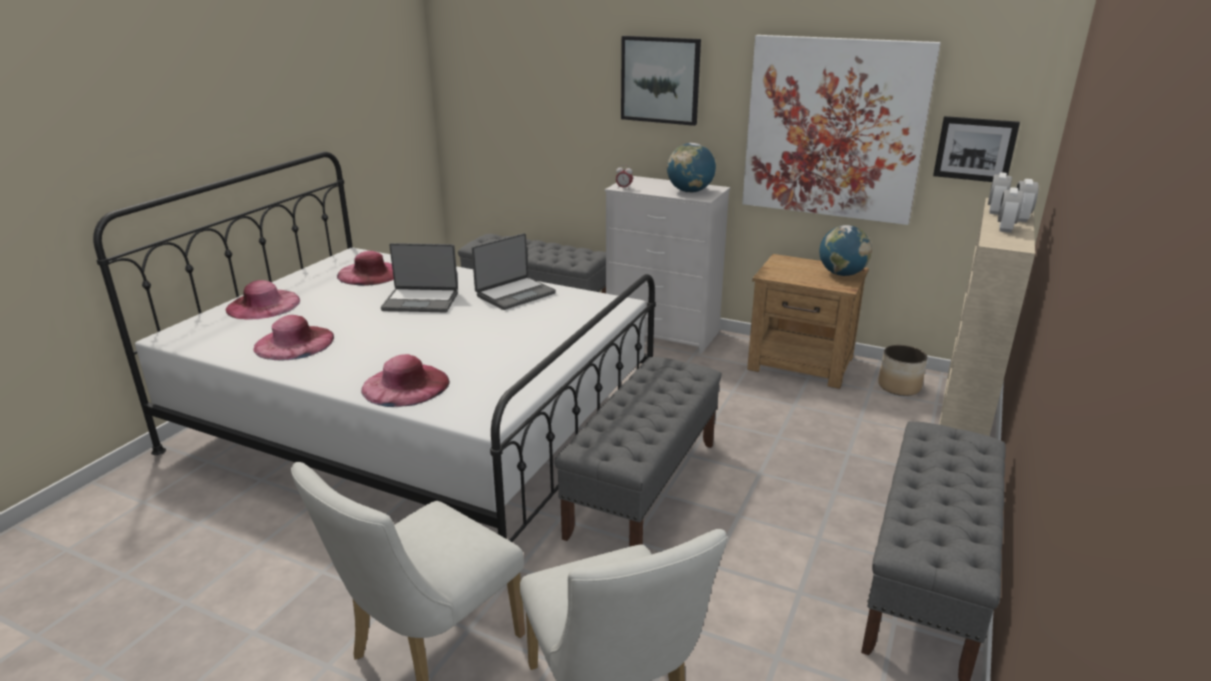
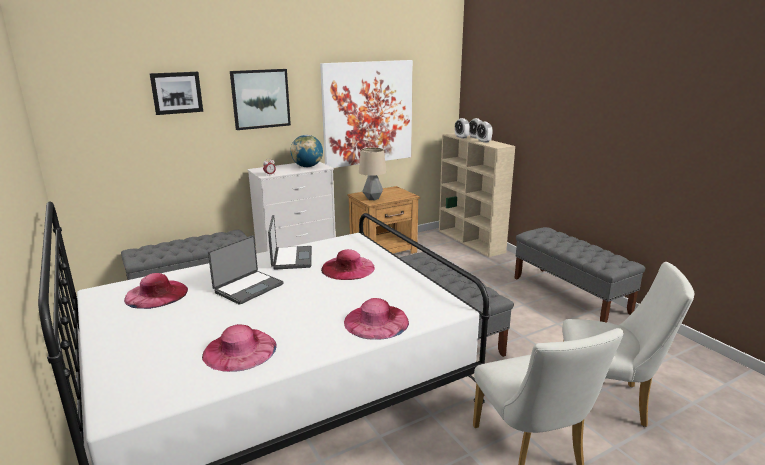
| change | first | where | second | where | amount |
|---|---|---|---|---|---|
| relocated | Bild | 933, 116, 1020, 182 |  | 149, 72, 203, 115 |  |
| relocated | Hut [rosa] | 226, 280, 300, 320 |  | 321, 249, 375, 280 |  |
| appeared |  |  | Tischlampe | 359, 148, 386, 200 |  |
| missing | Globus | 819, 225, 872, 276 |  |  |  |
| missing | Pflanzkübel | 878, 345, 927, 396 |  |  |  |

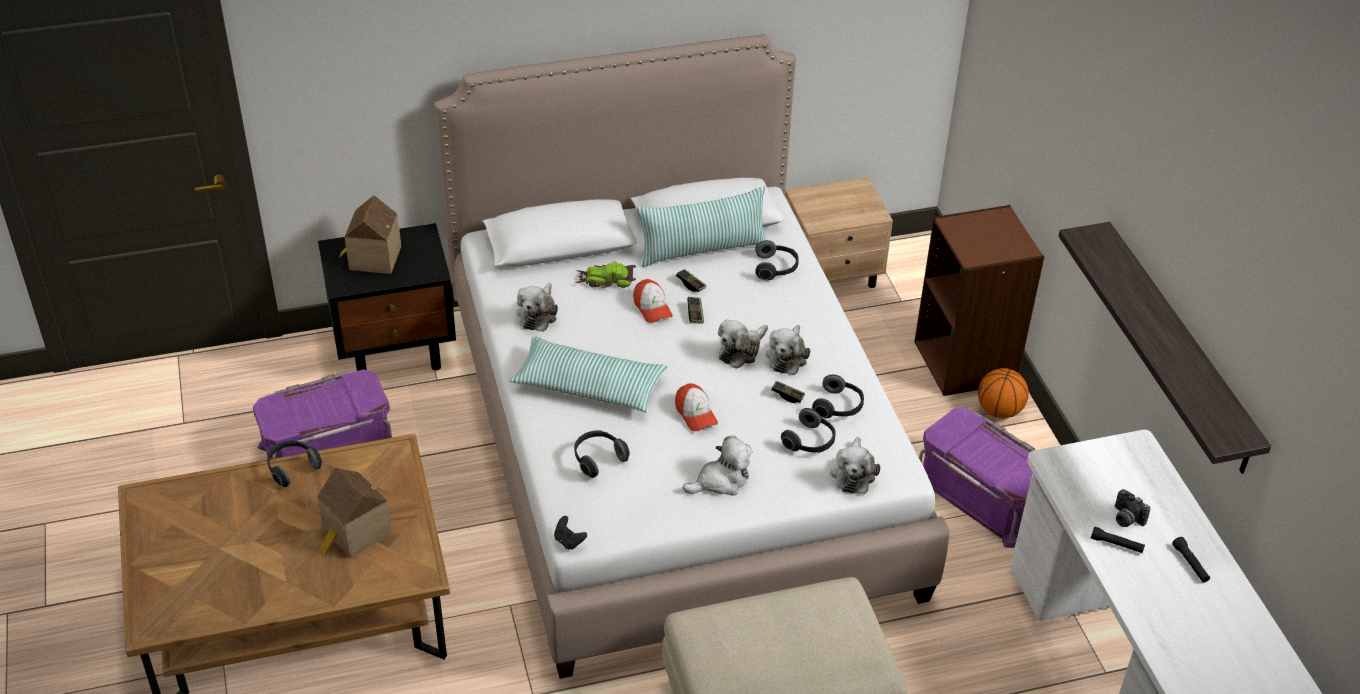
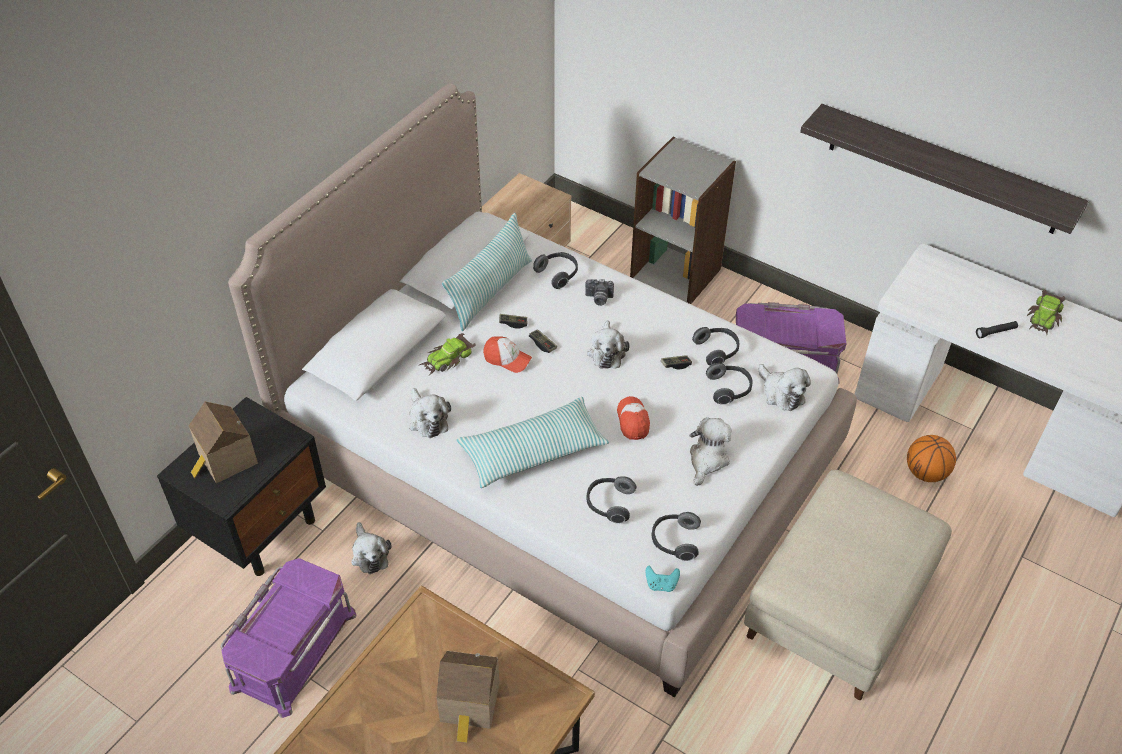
| change | first | where | second | where | amount |
|---|---|---|---|---|---|
| relocated | Plüschtier | 765, 325, 810, 375 |  | 351, 522, 392, 574 |  |
| relocated | Kamera | 1115, 489, 1150, 527 |  | 585, 279, 614, 306 |  |
| spun | Kappe | 675, 383, 718, 431 |  | 617, 396, 650, 440 | 120 degrees counterclockwise |
| colour | Bücherregal [braun] | 914, 205, 1044, 396 | Bücherregal [grau] | 630, 136, 736, 304 |  |
| colour | Gamepad [schwarz] | 554, 516, 587, 550 | Gamepad [türkis] | 646, 566, 680, 592 |  |
| relocated | Kopfhörer | 267, 440, 322, 487 |  | 652, 512, 701, 561 |  |
| relocated | Basketball | 978, 368, 1029, 418 |  | 907, 435, 956, 482 |  |
| exchanged | Taschenlampe [schwarz] | 1172, 537, 1210, 583 | Spielzeugauto | 1027, 290, 1066, 335 |  |

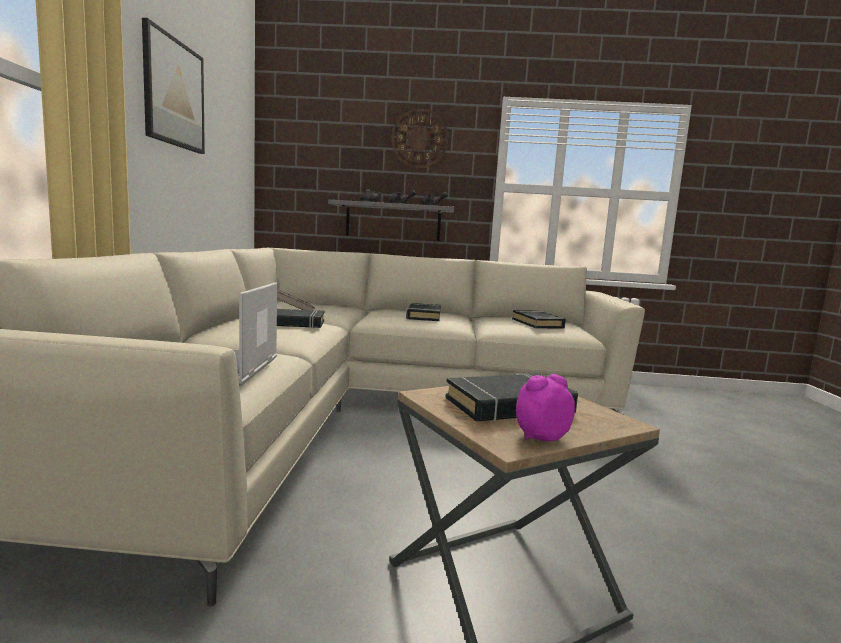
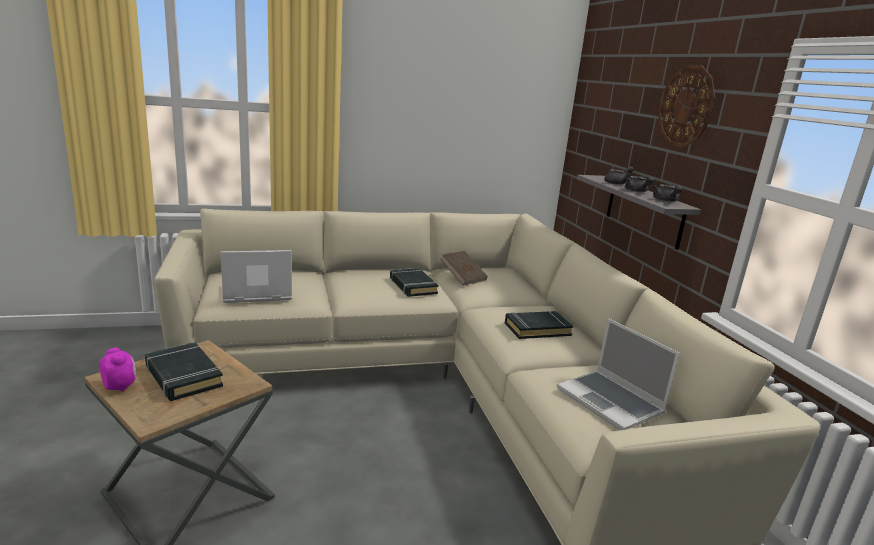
| change | first | where | second | where | amount |
|---|---|---|---|---|---|
| exchanged | Buch [schwarz] | 512, 310, 566, 329 | Laptop | 557, 318, 680, 430 |  |
| missing | Bild | 142, 18, 205, 154 |  |  |  |

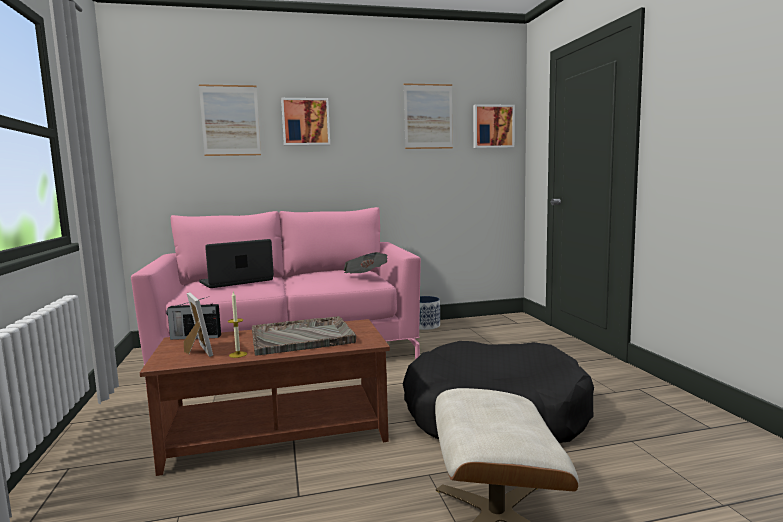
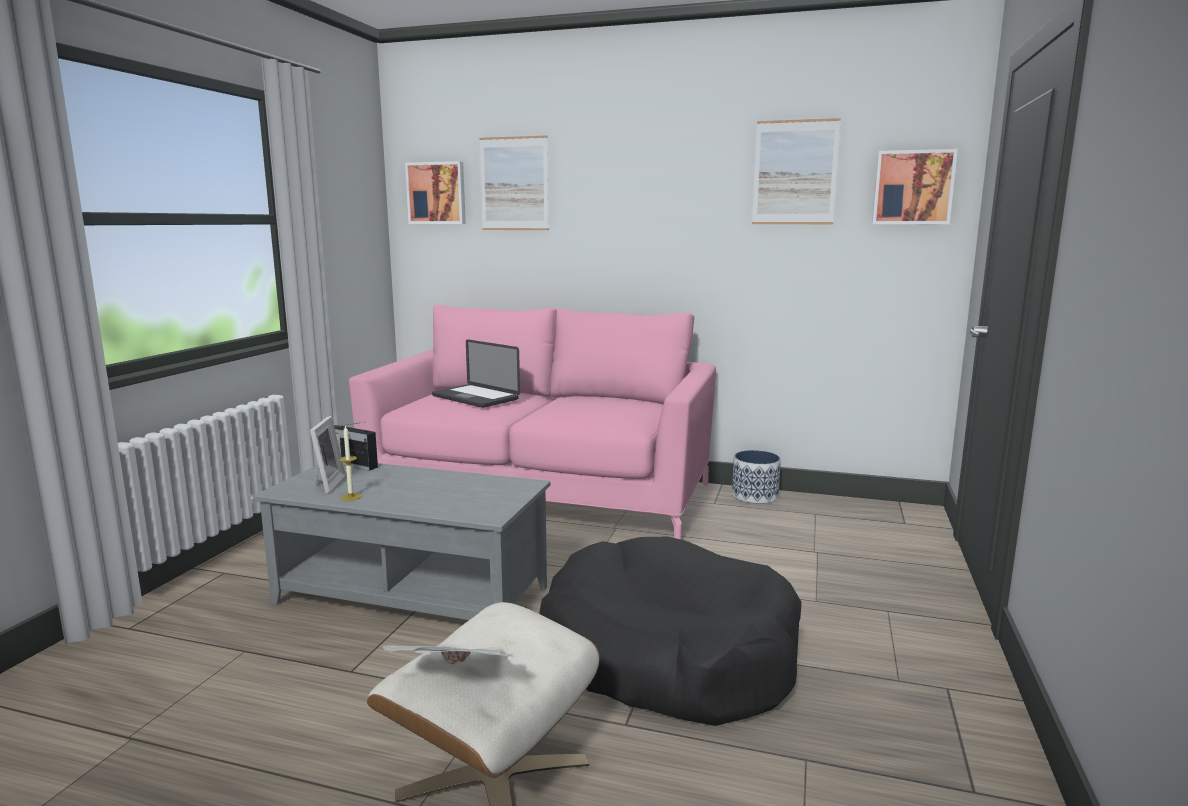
| change | first | where | second | where | amount |
|---|---|---|---|---|---|
| colour | Couchtisch [braun] | 140, 319, 390, 476 | Couchtisch [grau] | 253, 463, 550, 620 |  |
| relocated | Zeitung | 344, 252, 387, 273 |  | 382, 645, 514, 664 |  |
| relocated | Bild | 281, 98, 330, 146 |  | 405, 161, 466, 224 |  |
| spun | Laptop | 199, 239, 274, 288 |  | 432, 339, 520, 408 | 135 degrees counterclockwise |
| missing | Tablett [grau] | 252, 316, 356, 356 |  |  |  |

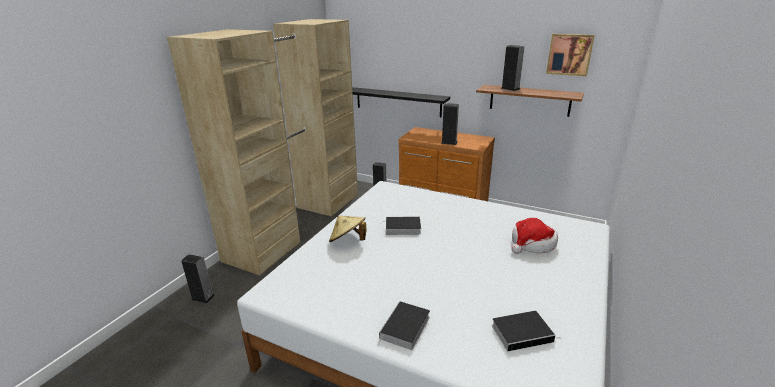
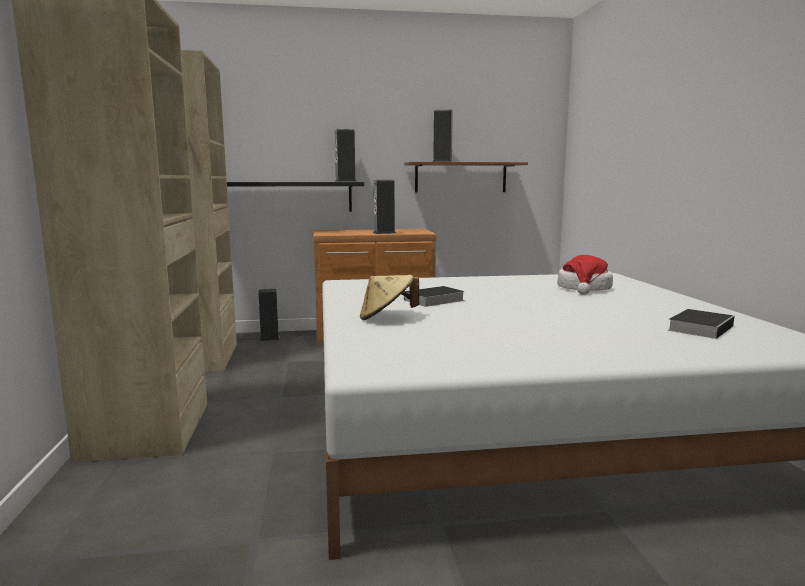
| change | first | where | second | where | amount |
|---|---|---|---|---|---|
| relocated | Lautsprecher | 181, 254, 215, 303 |  | 335, 129, 357, 182 |  |
| missing | Buch | 377, 301, 430, 350 |  |  |  |
| missing | Bild | 546, 34, 595, 76 |  |  |  |

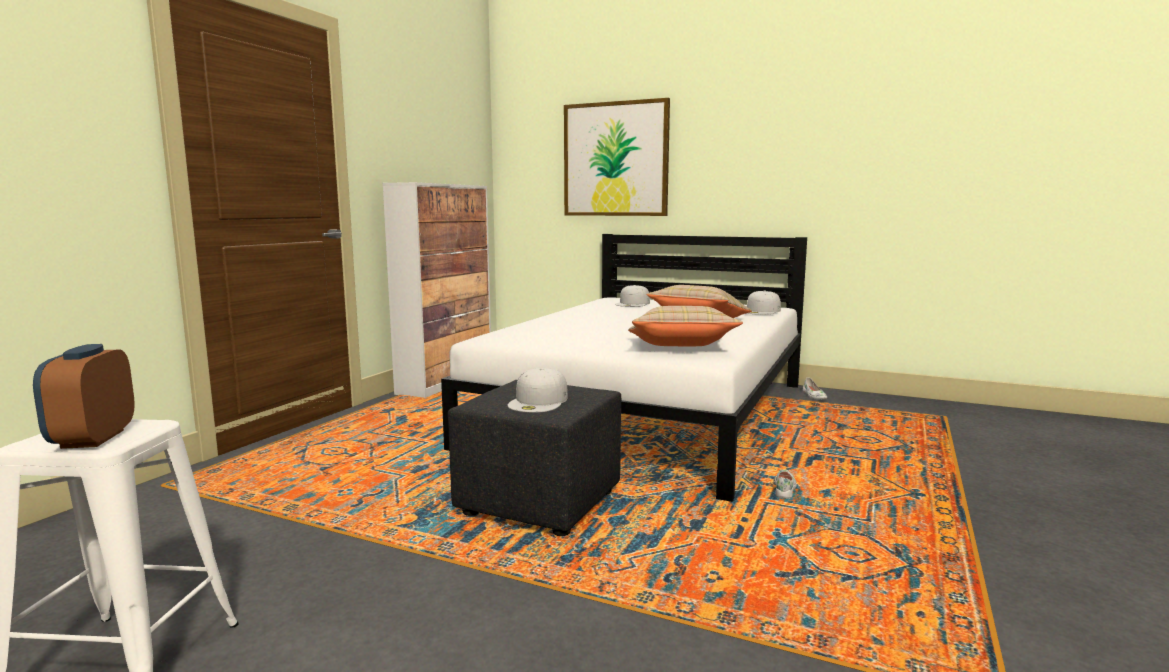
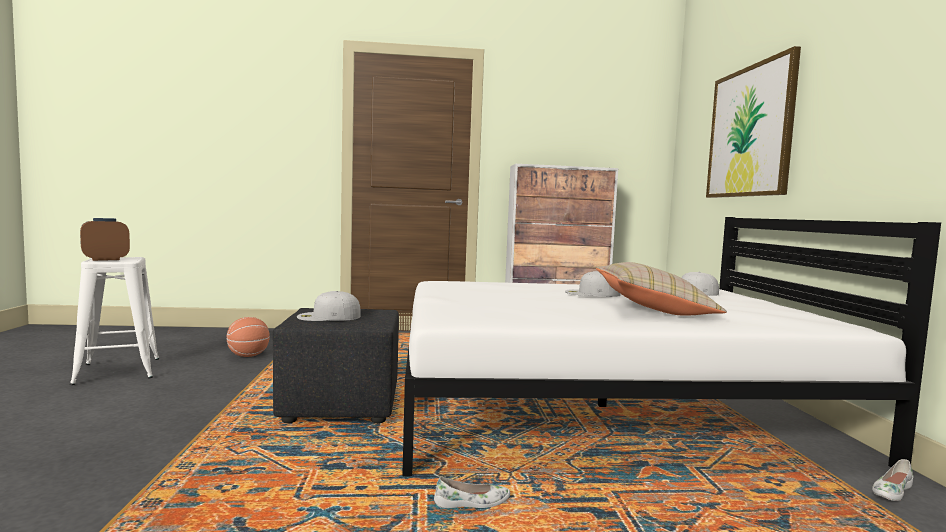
| change | first | where | second | where | amount |
|---|---|---|---|---|---|
| appeared |  |  | Basketball | 227, 317, 270, 357 |  |
| relocated | Kappe [weiß] | 747, 290, 781, 315 |  | 565, 271, 621, 297 |  |
| missing | Kissen [beige] | 628, 306, 743, 346 |  |  |  |

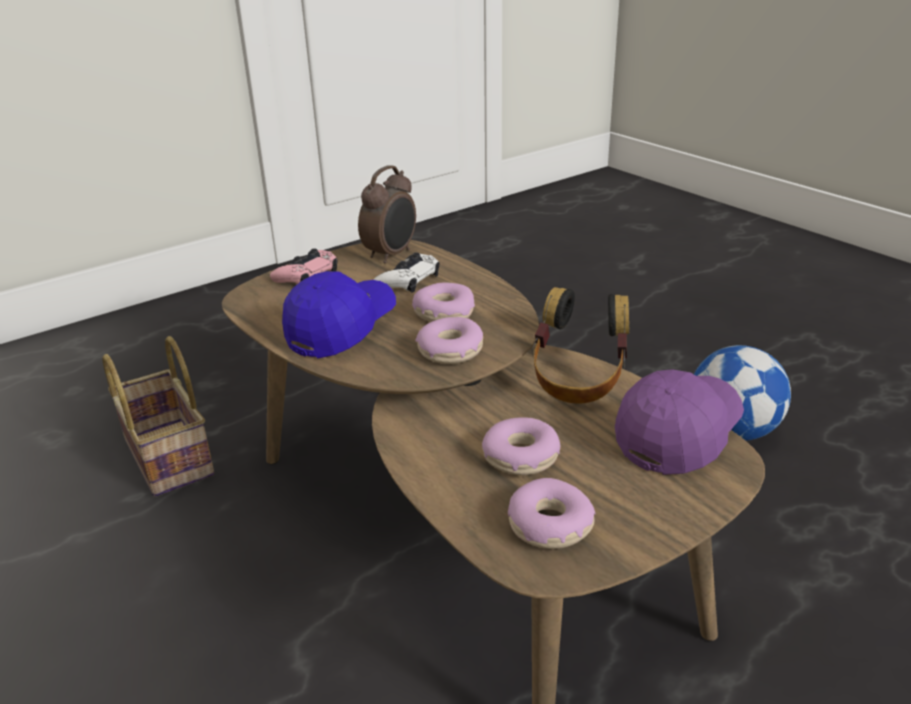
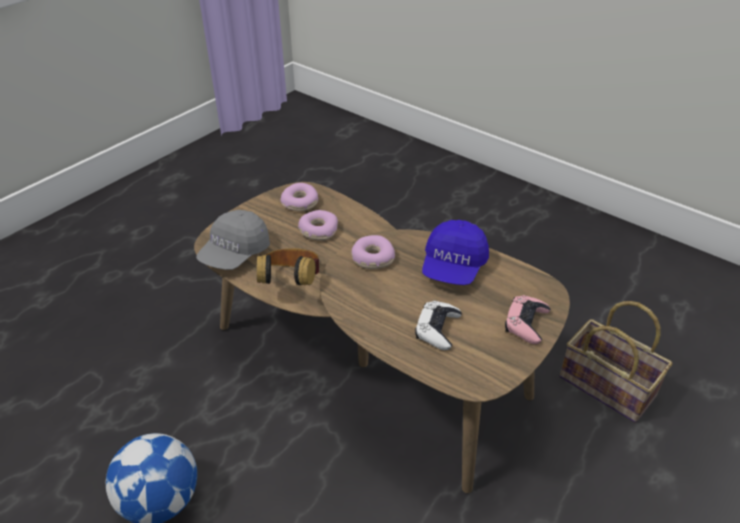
| change | first | where | second | where | amount |
|---|---|---|---|---|---|
| colour | Kappe [lila] | 615, 369, 744, 475 | Kappe [grau] | 196, 210, 270, 270 |  |
| missing | Wecker | 358, 165, 416, 264 |  |  |  |
| missing | Donut | 412, 282, 475, 322 |  |  |  |

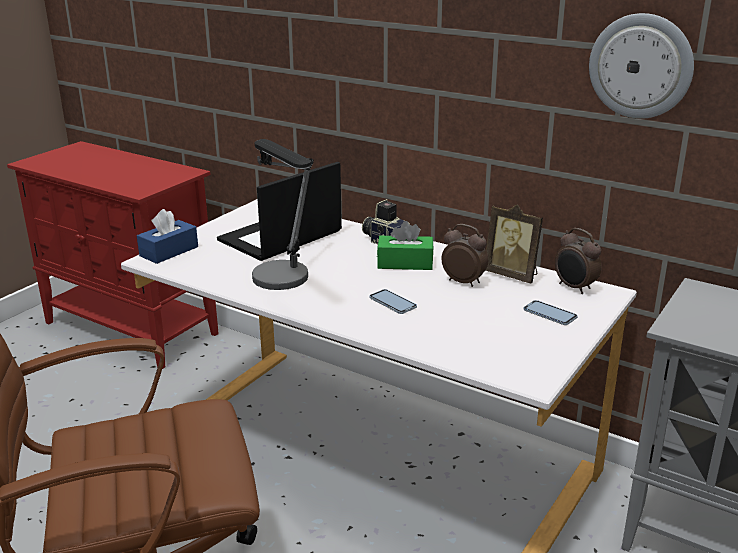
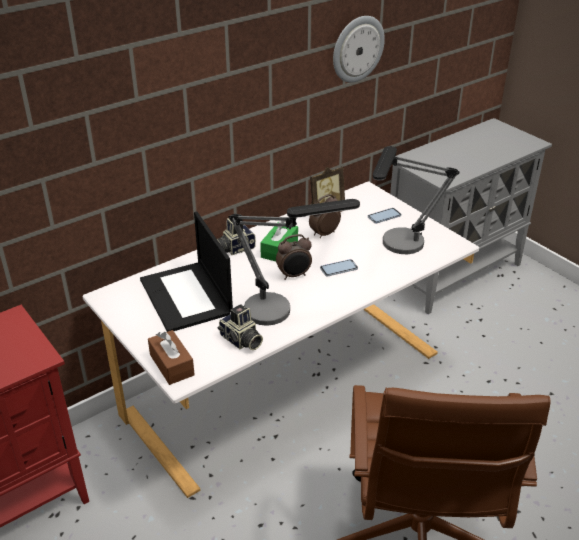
| change | first | where | second | where | amount |
|---|---|---|---|---|---|
| colour | Taschentuchbox [blau] | 137, 209, 198, 264 | Taschentuchbox [braun] | 148, 330, 195, 385 |  |
| appeared |  |  | Kamera | 217, 304, 263, 350 |  |
| relocated | Wecker | 555, 228, 602, 294 |  | 276, 234, 312, 280 |  |
| appeared |  |  | Tischlampe | 373, 146, 460, 254 |  |

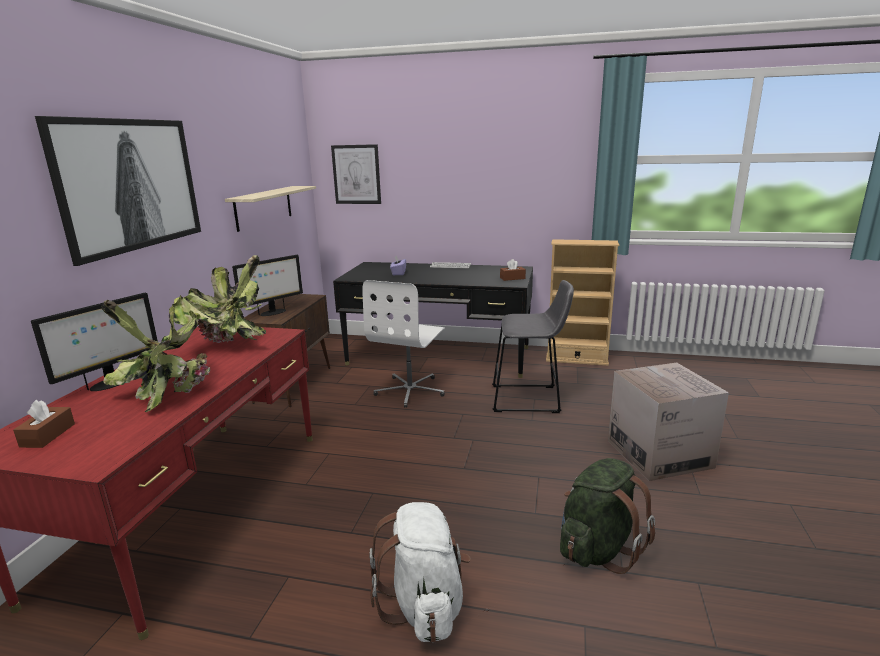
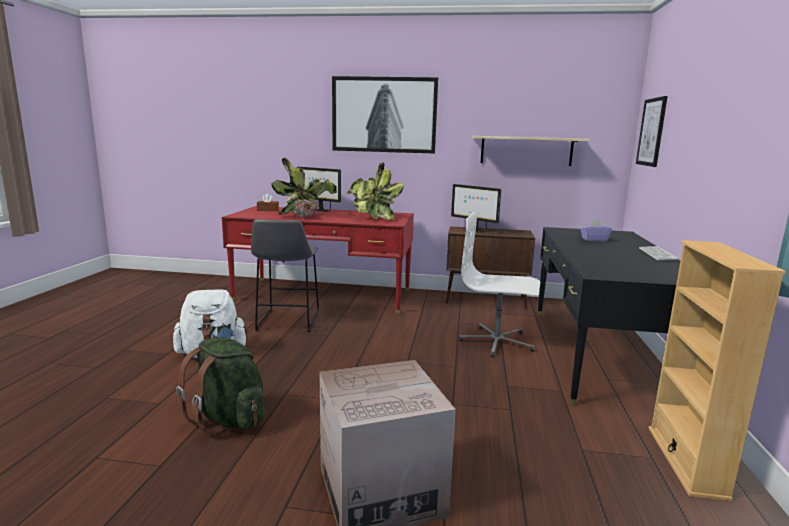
| change | first | where | second | where | amount |
|---|---|---|---|---|---|
| relocated | Hocker [grau] | 492, 280, 574, 413 |  | 251, 219, 319, 332 |  |
| missing | Taschentuchbox [braun] | 500, 259, 526, 281 |  |  |  |

